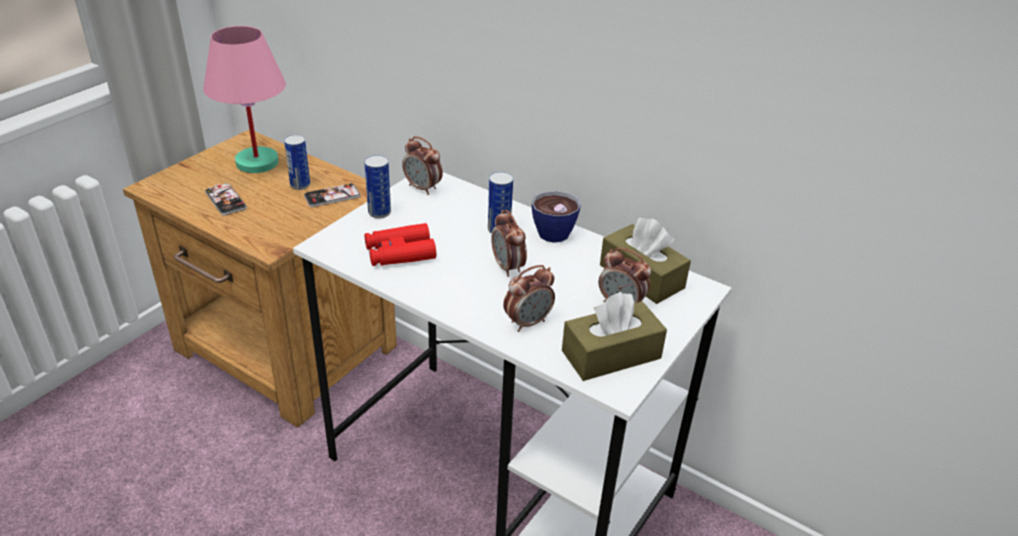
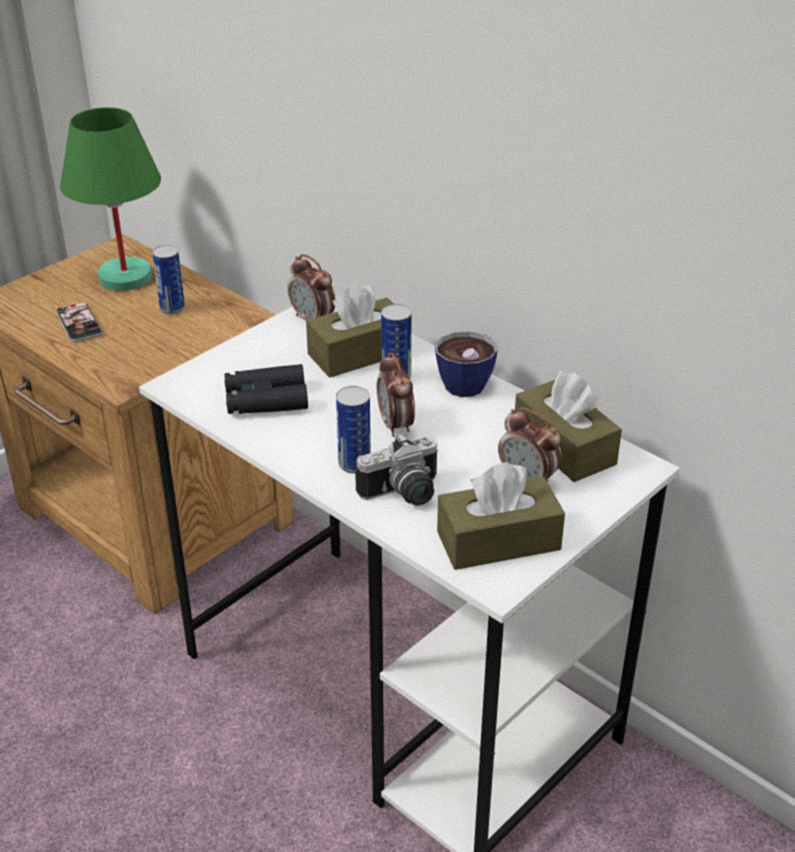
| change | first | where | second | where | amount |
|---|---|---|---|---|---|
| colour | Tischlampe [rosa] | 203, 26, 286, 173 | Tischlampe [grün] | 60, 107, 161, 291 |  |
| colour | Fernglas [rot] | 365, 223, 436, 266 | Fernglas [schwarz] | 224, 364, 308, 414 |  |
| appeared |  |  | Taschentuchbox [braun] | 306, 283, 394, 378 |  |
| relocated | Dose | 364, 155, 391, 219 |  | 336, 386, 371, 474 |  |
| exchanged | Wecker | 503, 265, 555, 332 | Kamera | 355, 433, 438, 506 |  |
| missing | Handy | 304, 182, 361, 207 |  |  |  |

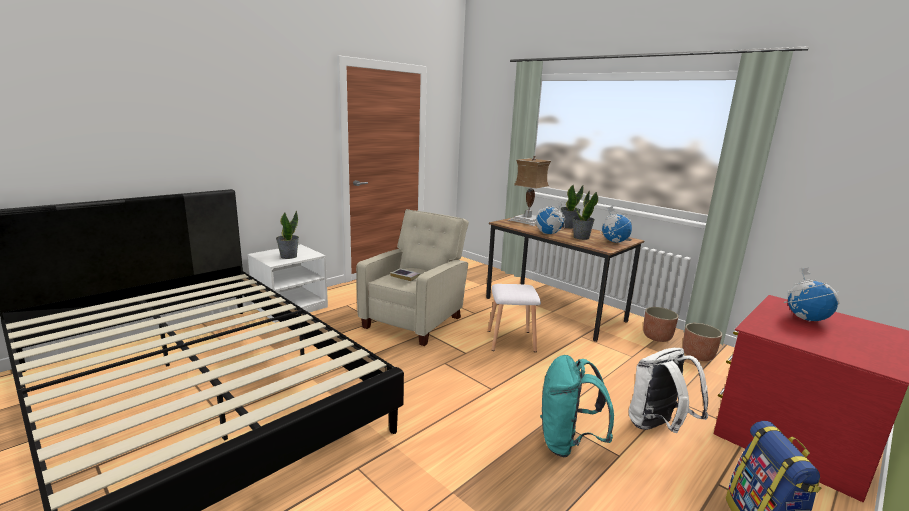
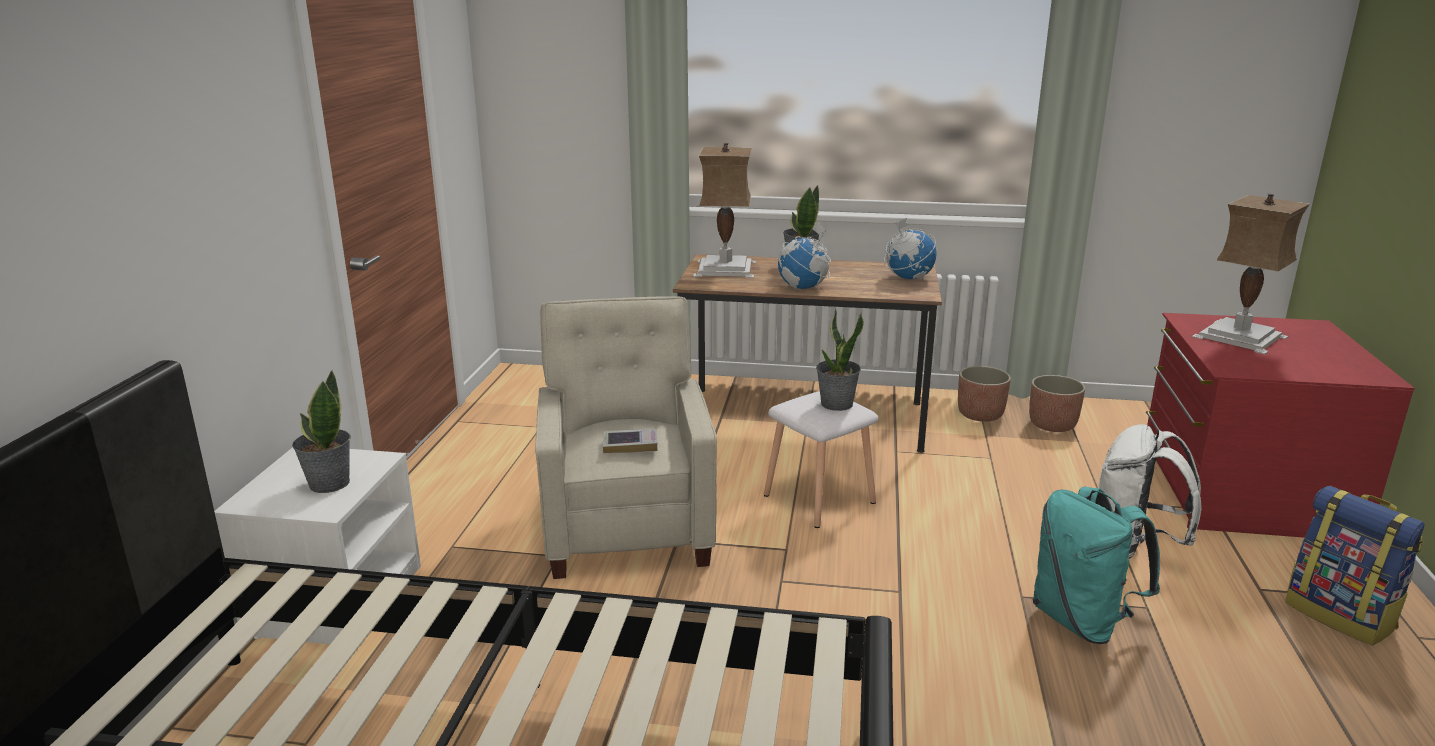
| change | first | where | second | where | amount |
|---|---|---|---|---|---|
| relocated | Topfpflanze | 572, 191, 598, 240 |  | 816, 309, 864, 411 |  |
| exchanged | Globus | 784, 268, 839, 322 | Tischlampe | 1192, 194, 1310, 354 |  |

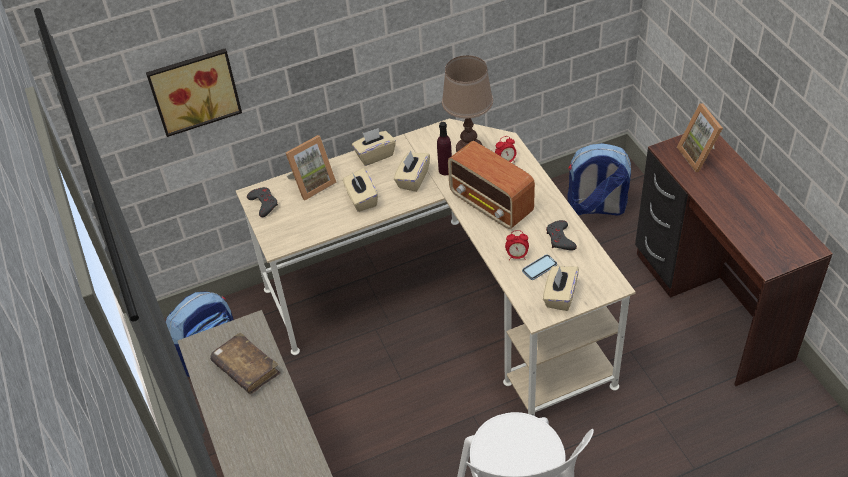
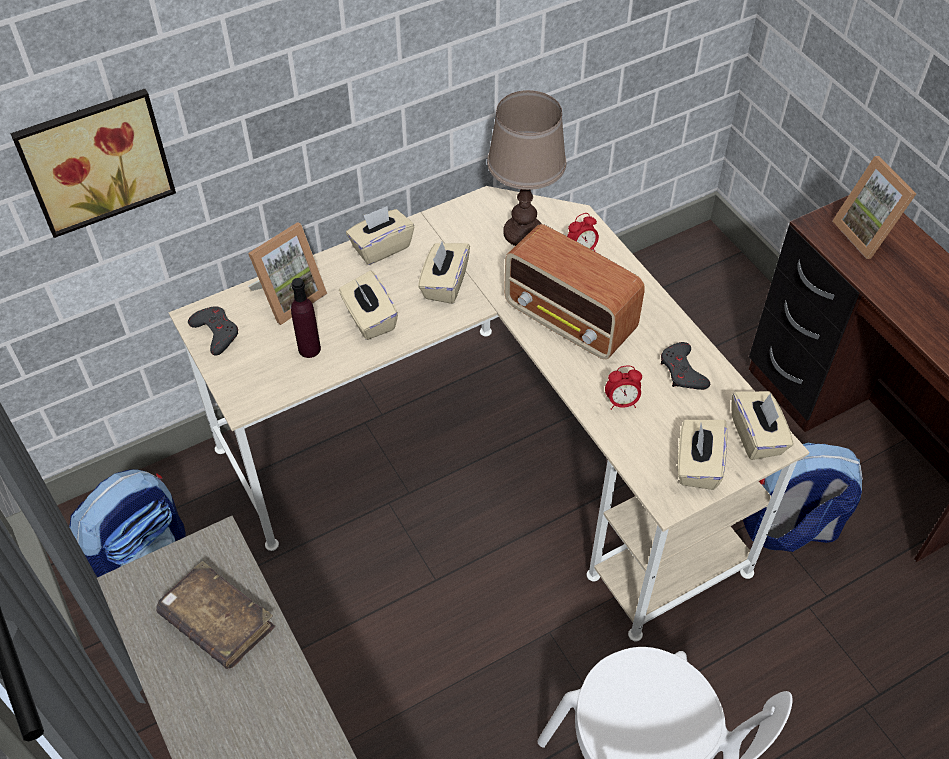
| change | first | where | second | where | amount |
|---|---|---|---|---|---|
| relocated | Flasche [lila] | 437, 122, 452, 175 |  | 291, 278, 321, 358 |  |
| appeared |  |  | Taschentuchbox [beige] | 731, 391, 794, 460 |  |
| relocated | Rucksack | 567, 143, 631, 216 |  | 743, 443, 863, 552 |  |
| missing | Handy | 522, 255, 557, 280 |  |  |  |

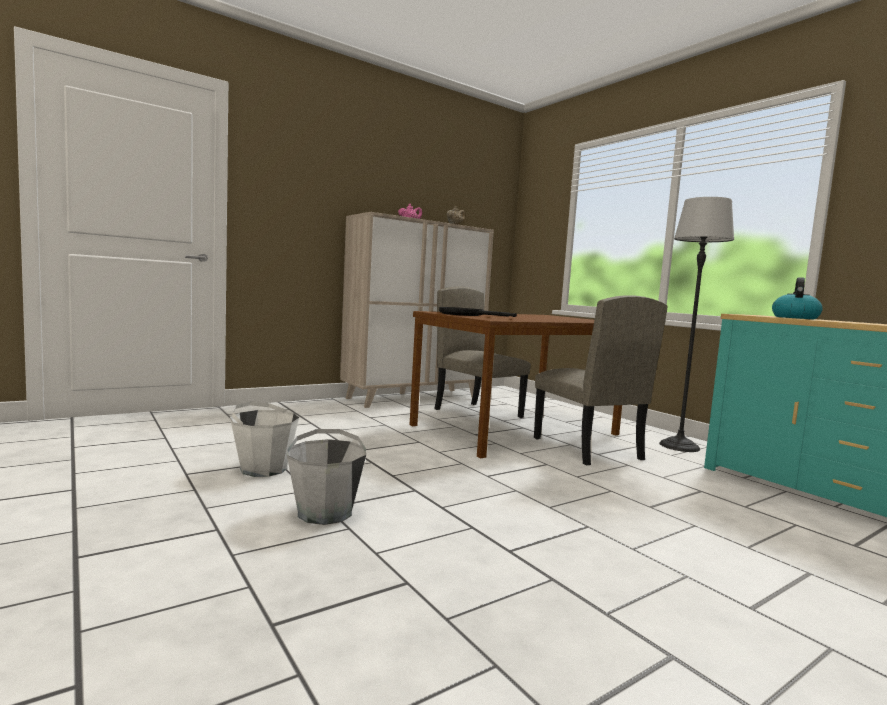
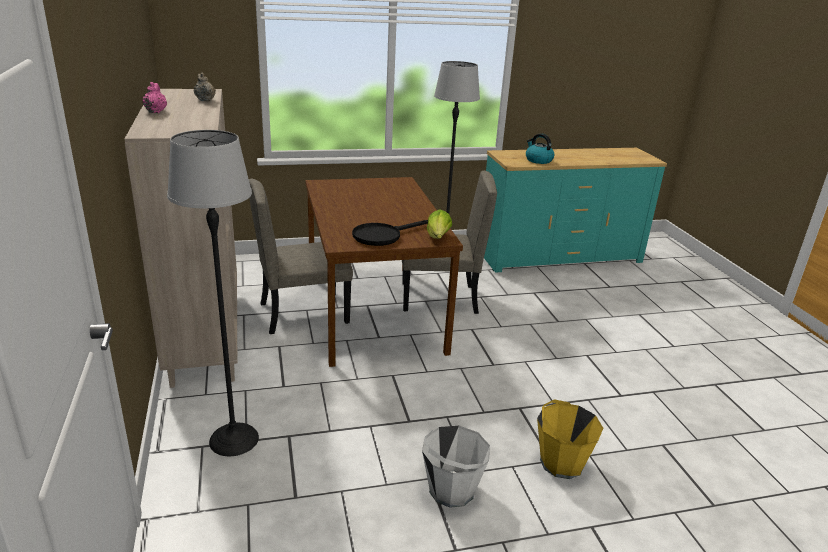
| change | first | where | second | where | amount |
|---|---|---|---|---|---|
| appeared |  |  | Stehlampe | 167, 130, 259, 456 |  |
| appeared |  |  | Salatkopf | 427, 209, 452, 239 |  |
| colour | Eimer [grau] | 287, 429, 366, 525 | Eimer [gelb] | 537, 399, 603, 479 |  |

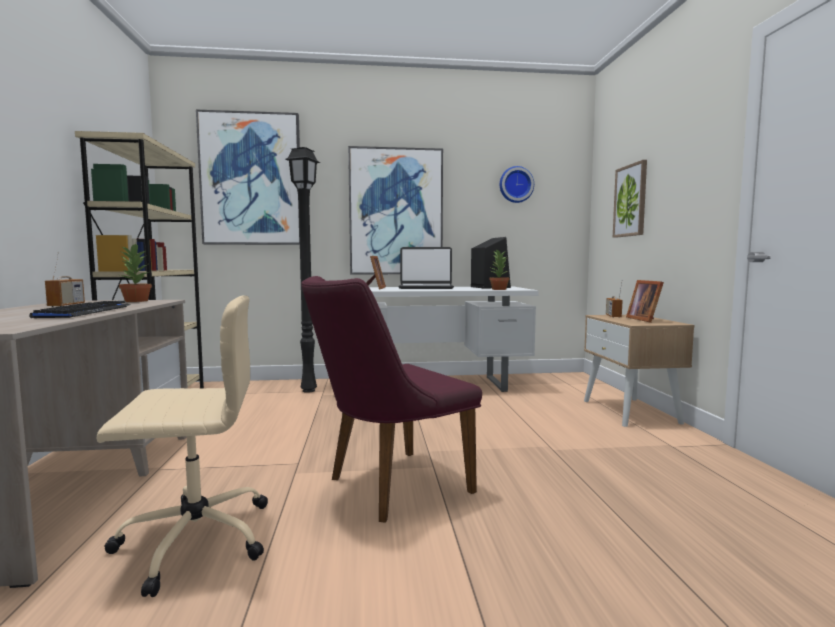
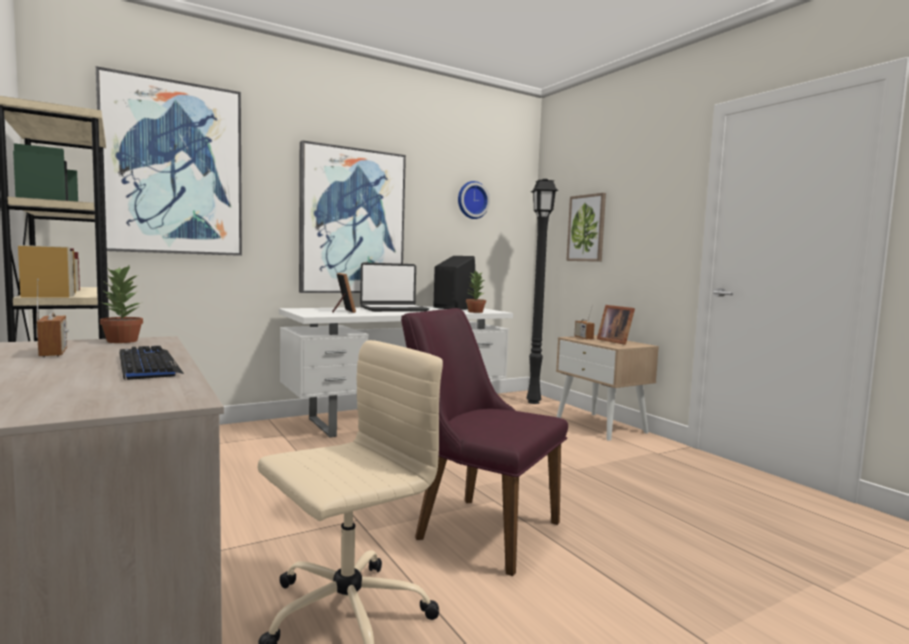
| change | first | where | second | where | amount |
|---|---|---|---|---|---|
| spun | Stuhl [lila] | 301, 276, 482, 523 |  | 401, 308, 568, 576 | 90 degrees clockwise |
| relocated | Stehlampe [schwarz] | 286, 147, 321, 393 |  | 526, 179, 558, 404 |  |

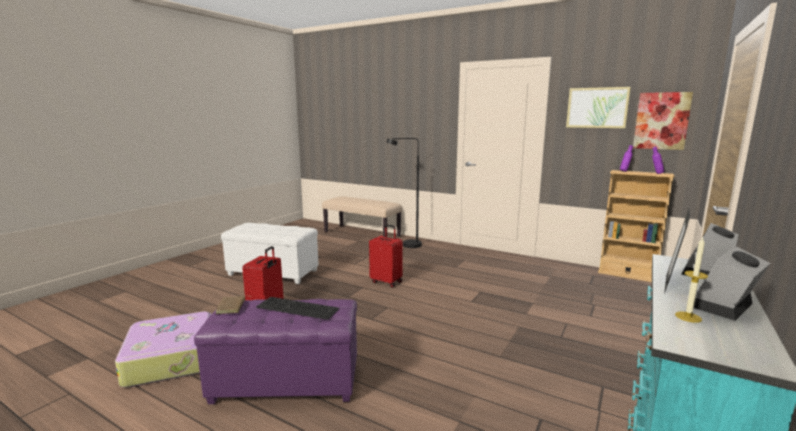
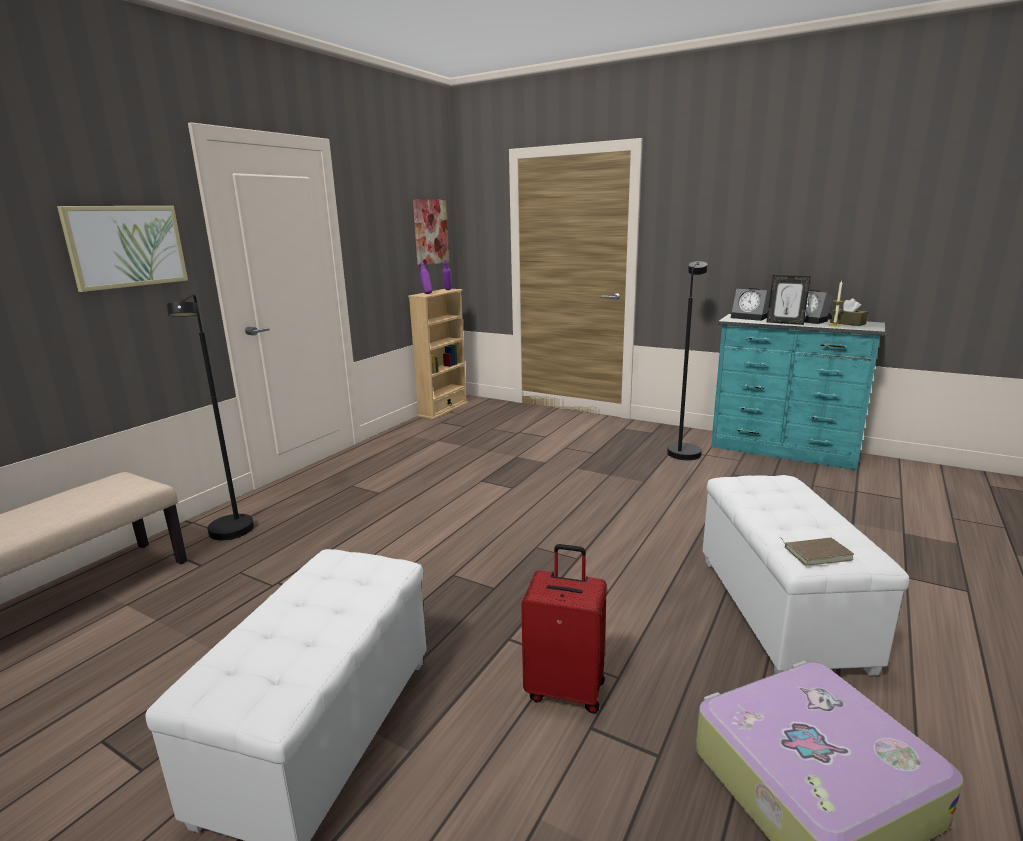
| change | first | where | second | where | amount |
|---|---|---|---|---|---|
| relocated | Bild | 566, 87, 631, 128 |  | 57, 206, 188, 292 |  |
| appeared |  |  | Stehlampe [schwarz] | 667, 261, 708, 460 |  |
| colour | Polsterhocker [lila] | 194, 299, 357, 404 | Polsterhocker [weiß] | 703, 475, 909, 676 |  |
| appeared |  |  | Taschentuchbox [braun] | 830, 299, 868, 326 |  |
| missing | Tastatur | 256, 297, 340, 320 |  |  |  |
| missing | Koffer [rot] | 369, 225, 403, 288 |  |  |  |

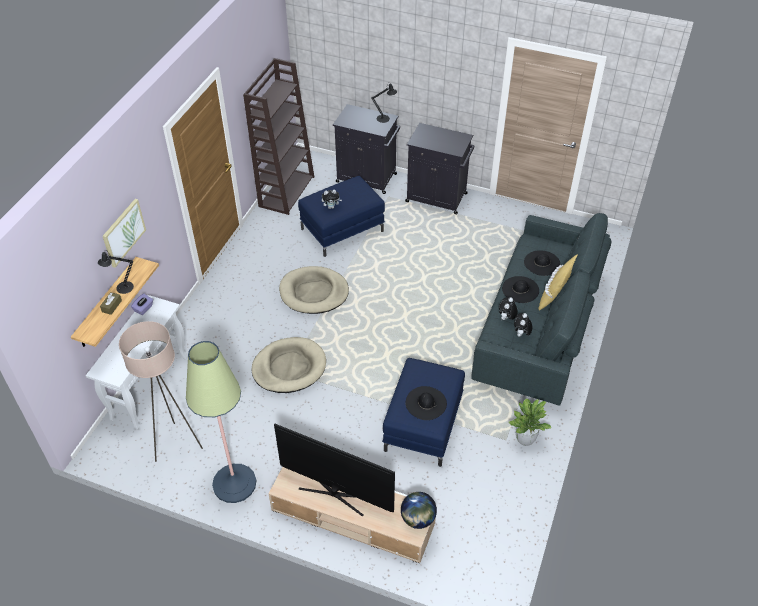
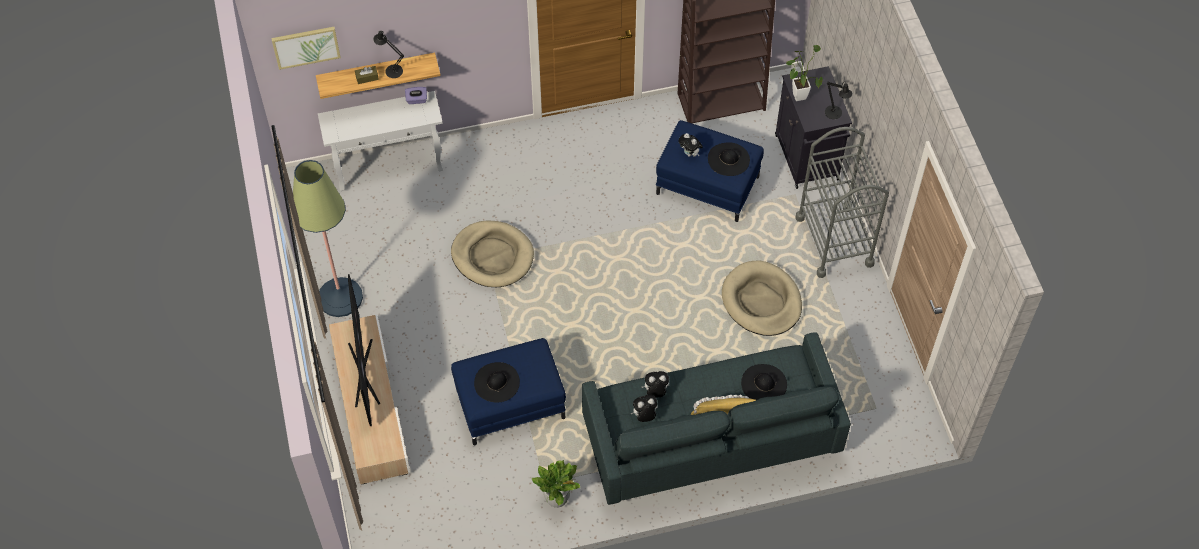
| change | first | where | second | where | amount |
|---|---|---|---|---|---|
| relocated | Bild | 103, 199, 146, 268 |  | 271, 27, 341, 70 |  |
| relocated | Hut [schwarz] | 502, 276, 539, 303 |  | 708, 142, 750, 176 |  |
| relocated | Hundebett [beige] | 279, 266, 349, 314 |  | 722, 260, 802, 336 |  |
| appeared |  |  | Topfpflanze | 786, 45, 823, 101 |  |
| exchanged | Schrank [schwarz] | 405, 123, 475, 214 | Rollwagen [grau] | 796, 127, 889, 278 |  |
| missing | Stehlampe [beige] | 119, 321, 203, 462 |  |  |  |
| missing | Globus | 401, 492, 437, 529 |  |  |  |

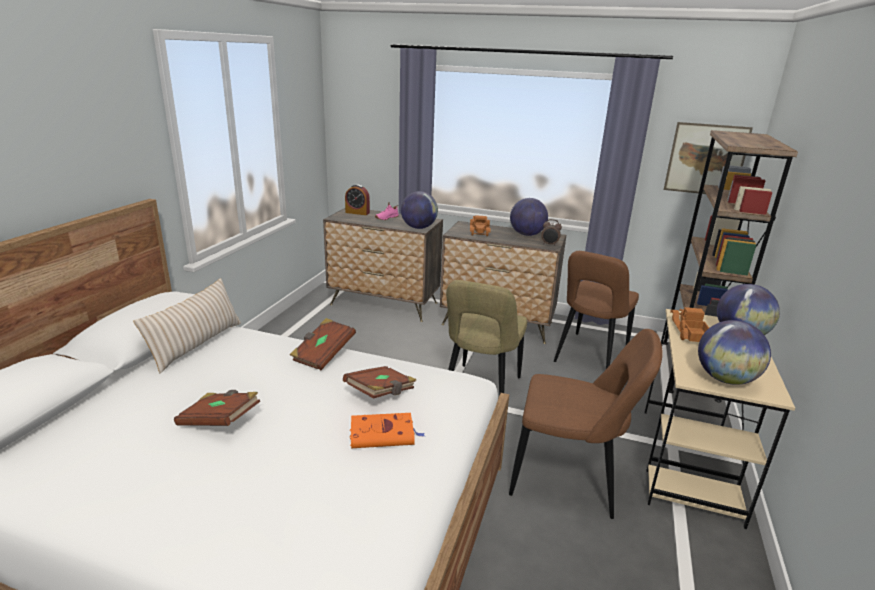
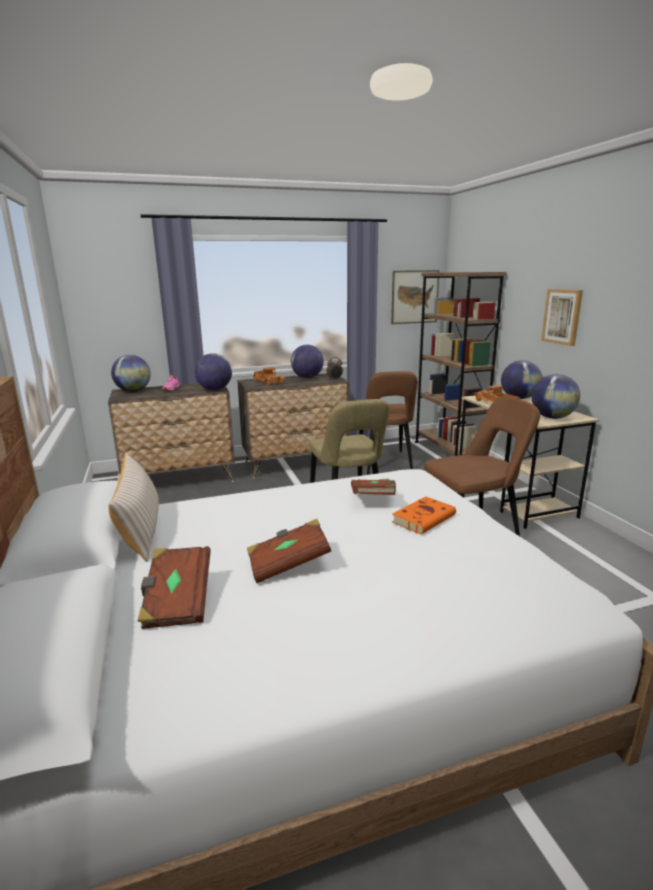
| change | first | where | second | where | amount |
|---|---|---|---|---|---|
| exchanged | Wecker | 345, 184, 370, 215 | Globus | 111, 355, 151, 392 |  |
| relocated | Buch [braun] | 290, 318, 356, 370 |  | 137, 546, 211, 629 |  |
| appeared |  |  | Bild | 541, 289, 583, 346 |  |

